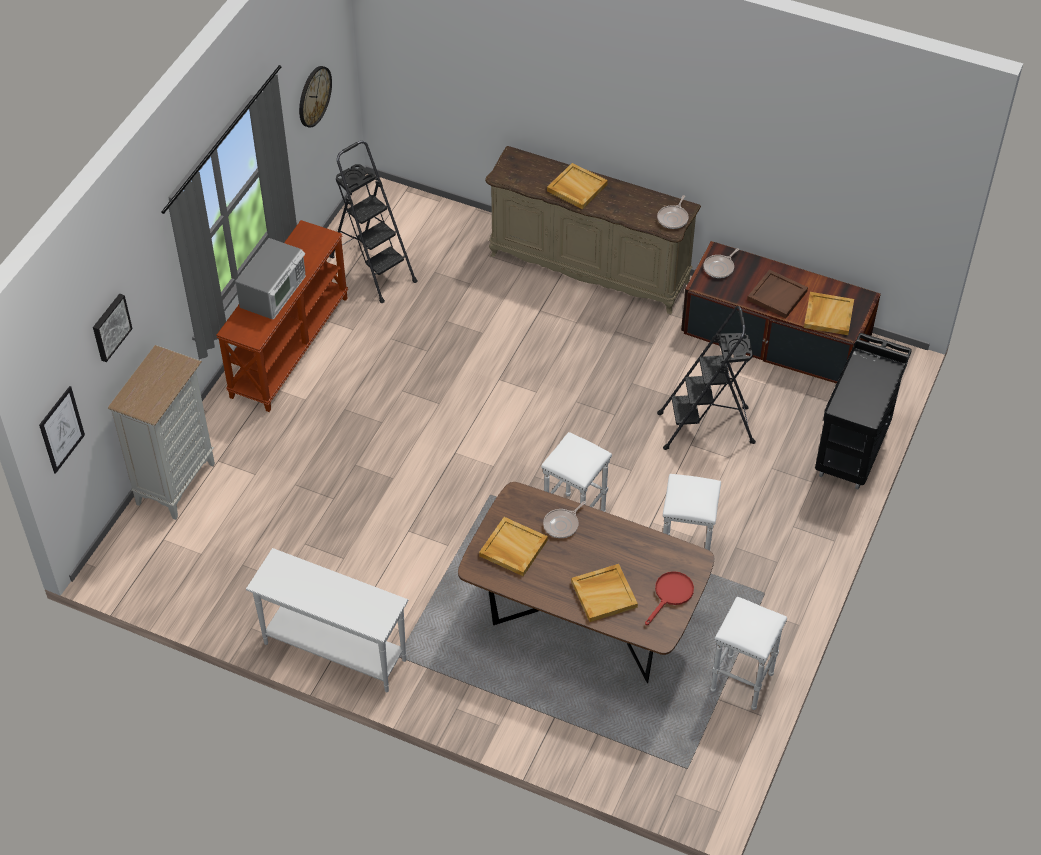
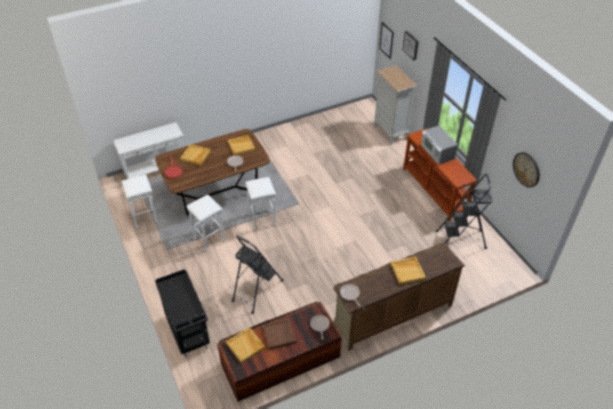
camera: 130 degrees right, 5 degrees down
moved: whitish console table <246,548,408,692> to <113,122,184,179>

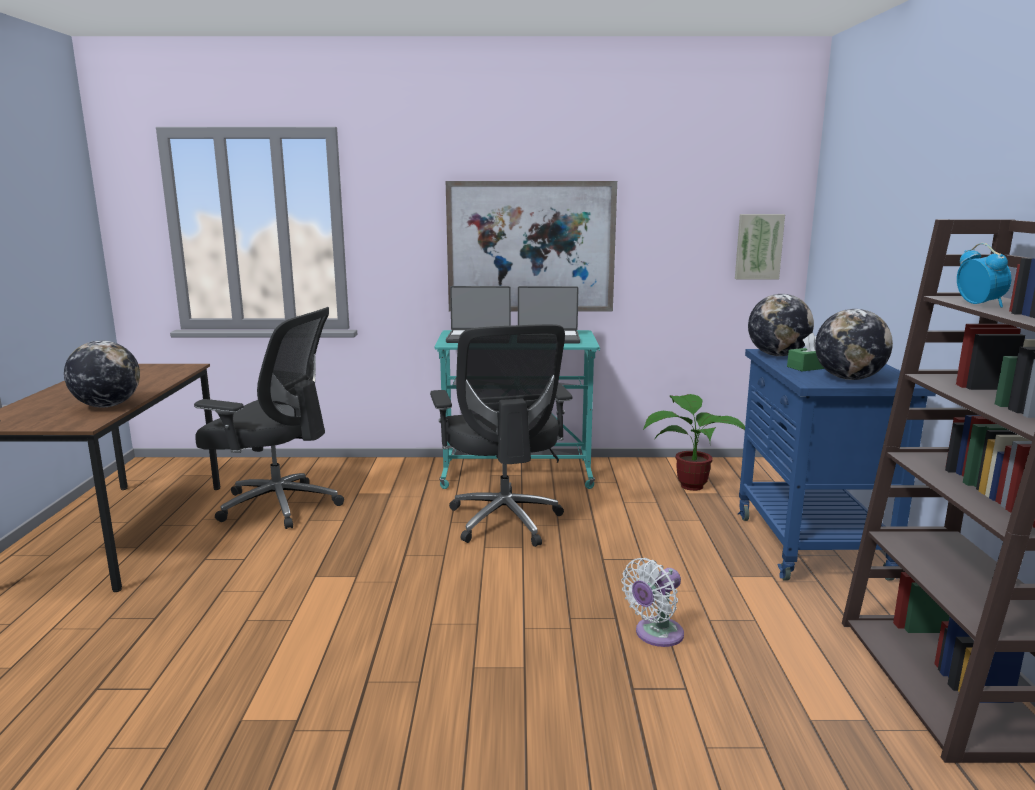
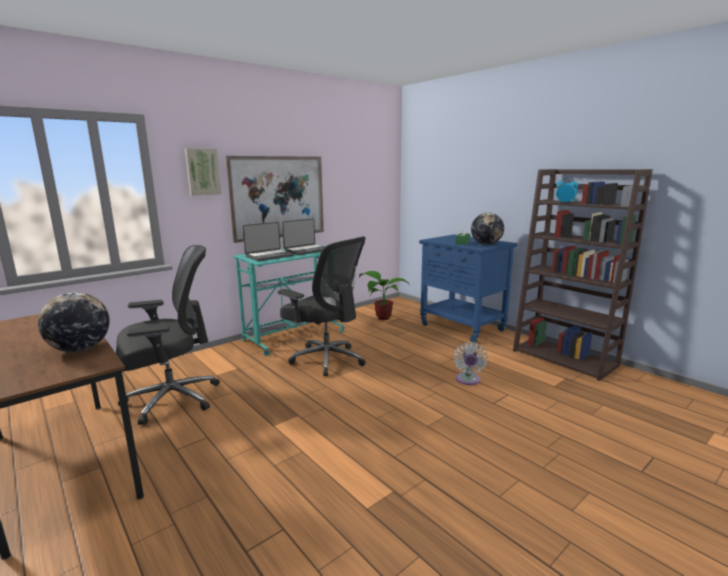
camera: 40 degrees left, 0 degrees up
removed: world globe <748,294,814,356>
moved: wall picture <735,214,785,279> to <185,148,221,196>

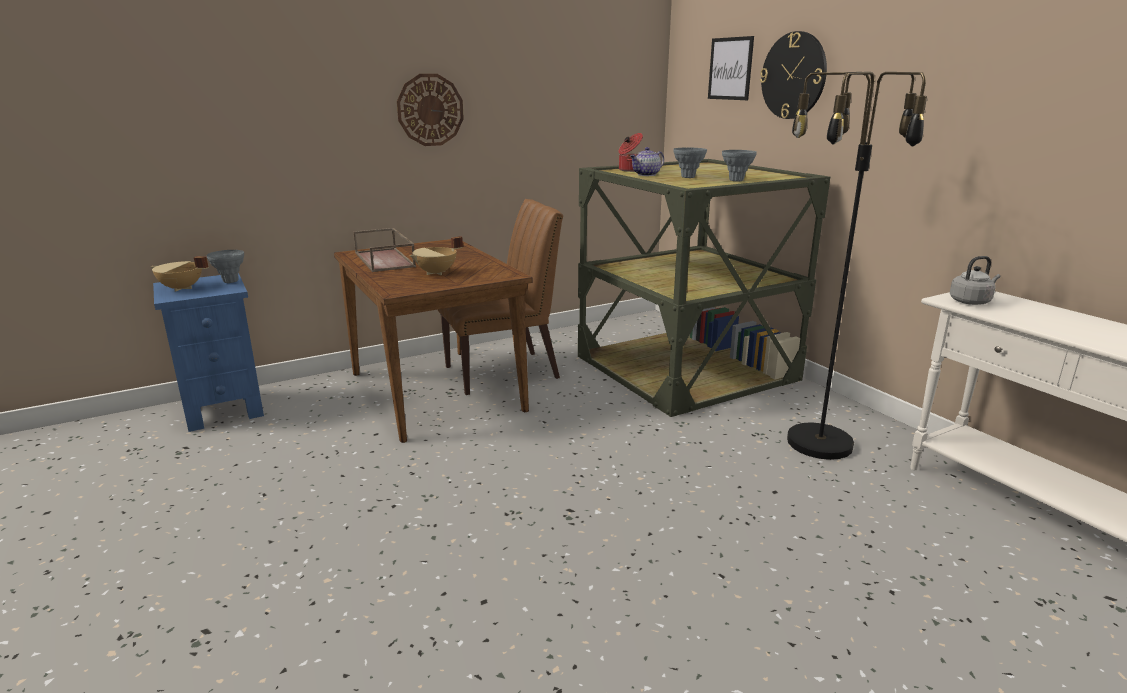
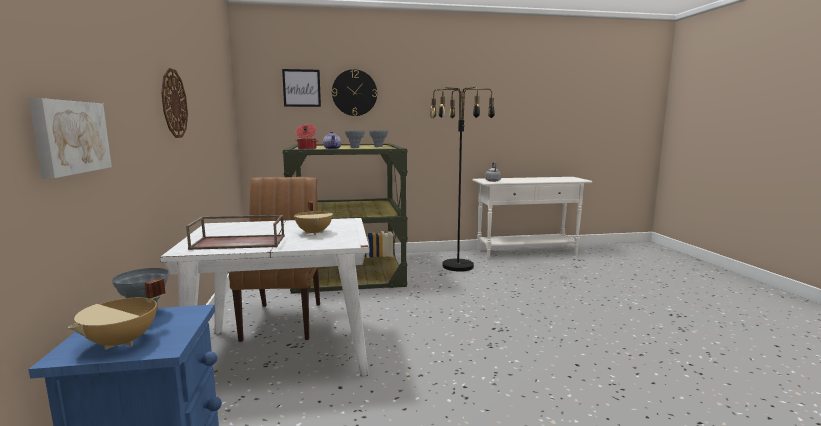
camera: 70 degrees left, 10 degrees down
added: wall picture <29,98,112,178>
recoloured: brownish kitchen table <334,239,532,443> to whitish kitchen table <160,218,370,376>

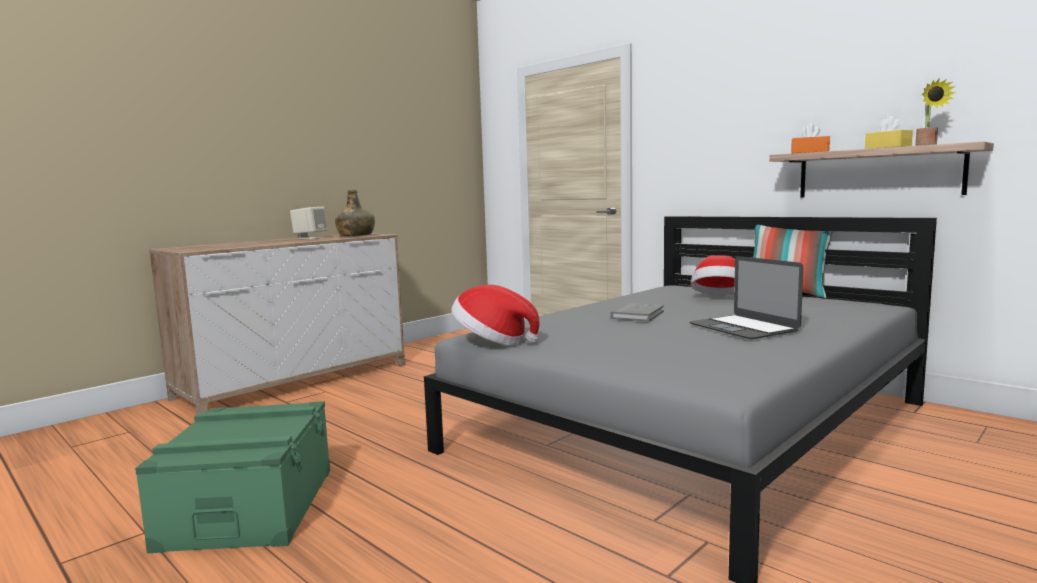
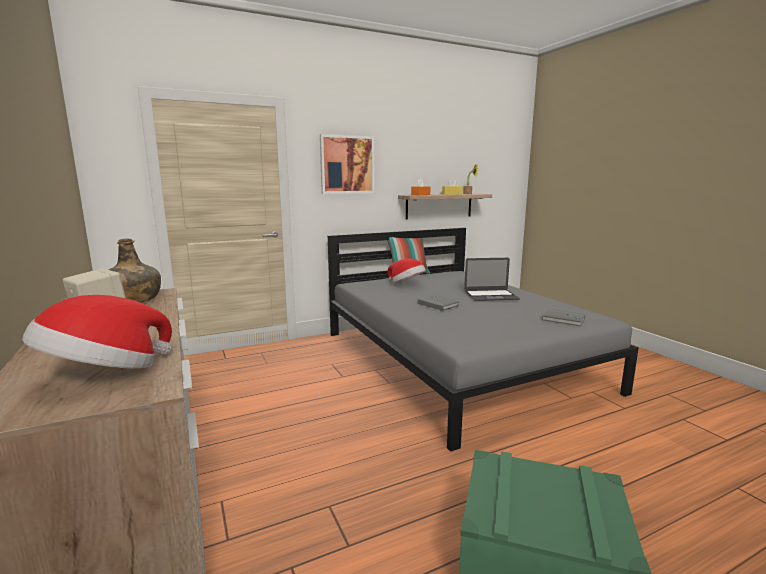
camera: 70 degrees left, 5 degrees up
added: wall picture <320,134,374,194>; greyish bound book <542,309,585,326>
moved: wearable hat <451,285,539,346> to <22,295,172,369>

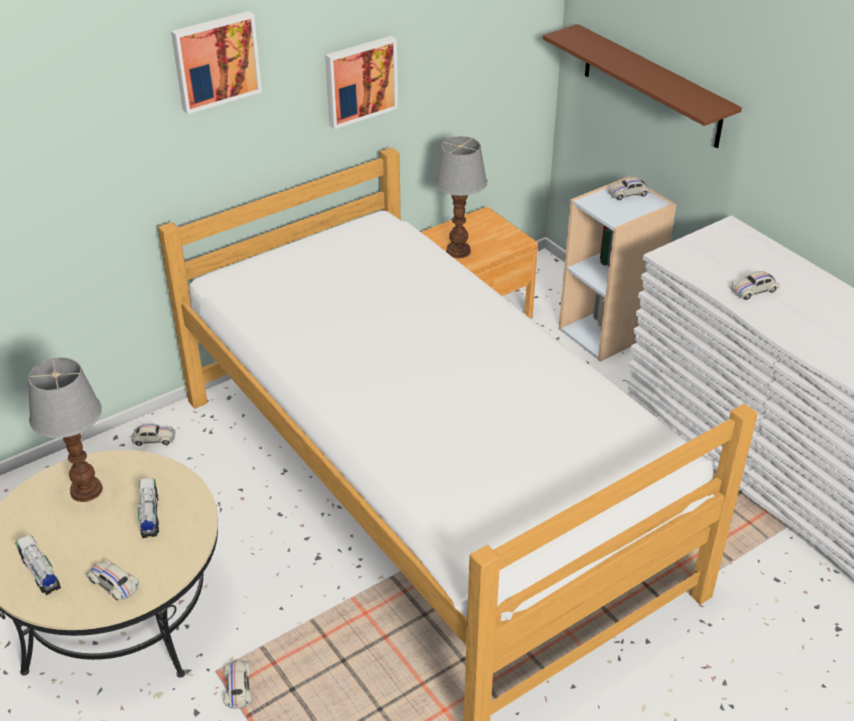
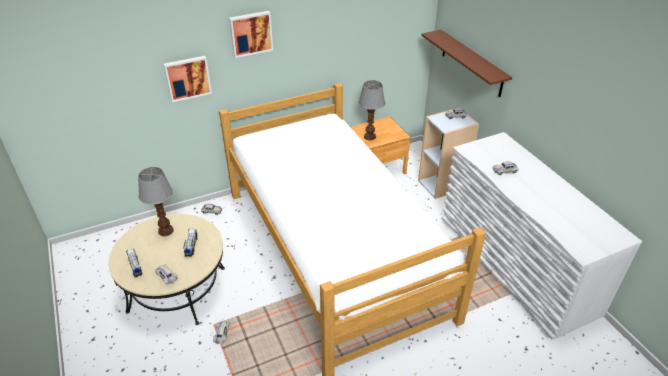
camera: 10 degrees right, 0 degrees up
moved: wall picture <325,36,398,129> to <164,56,212,102>

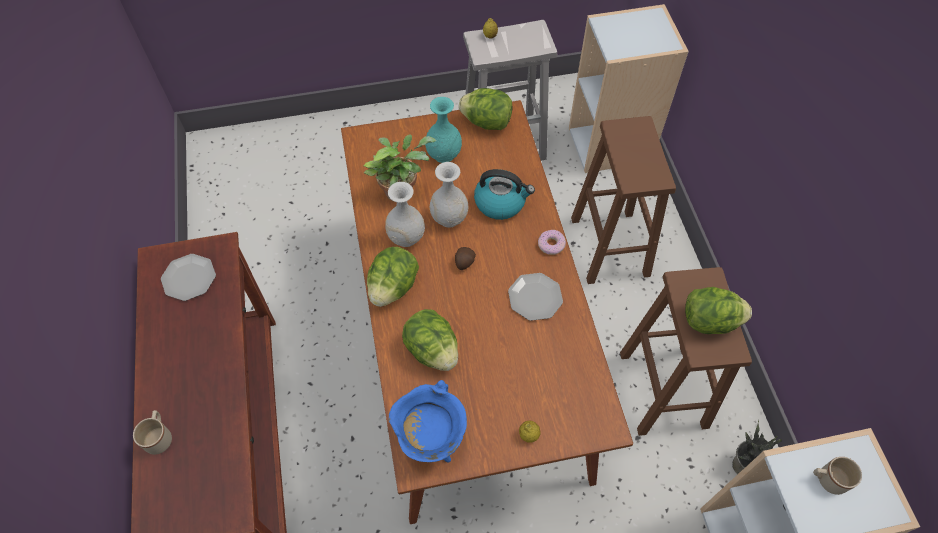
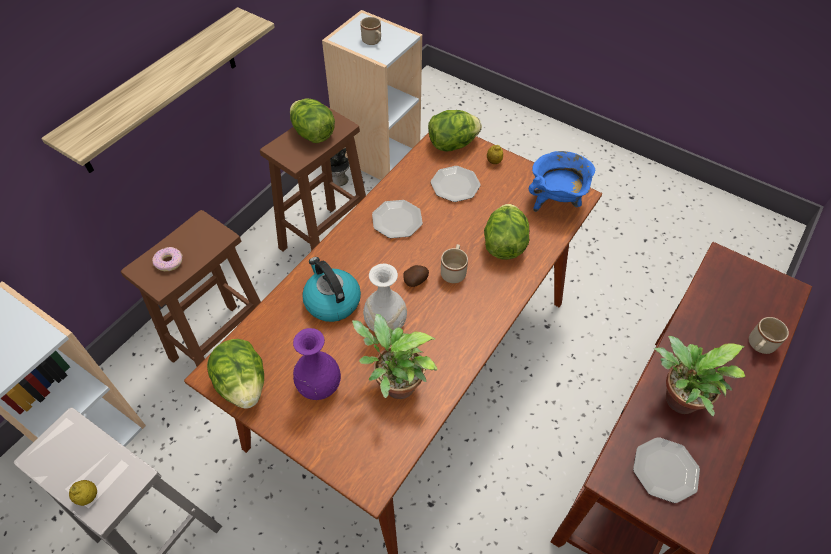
camera: 135 degrees left, 5 degrees down
removed: whitish vase <385,182,425,247>
added: bracket shelf <41,7,275,173>; flat dish <431,166,481,202>; beige mug <441,244,468,283>; potted plant <654,336,745,416>
moved: lettuce head <367,247,419,307> to <428,110,482,151>; donut <538,230,566,255> to <152,247,183,271>
recoloured: blue-green vase <425,97,462,163> to purple vase <293,328,341,400>

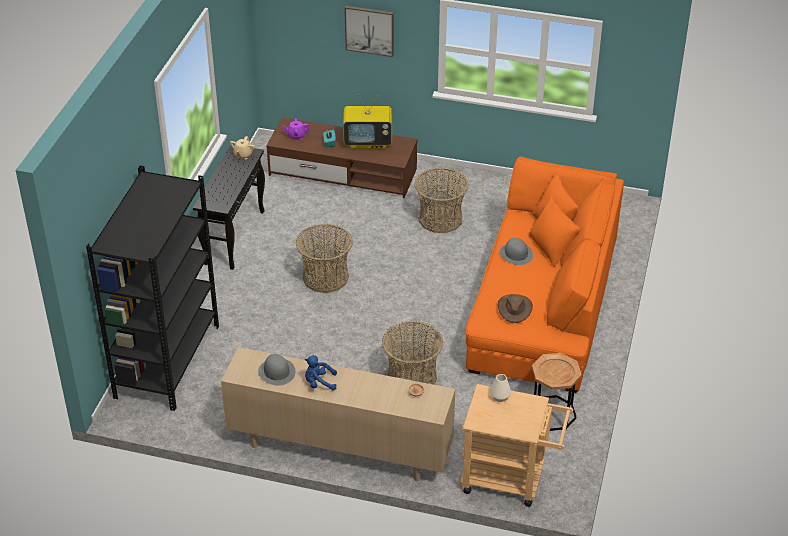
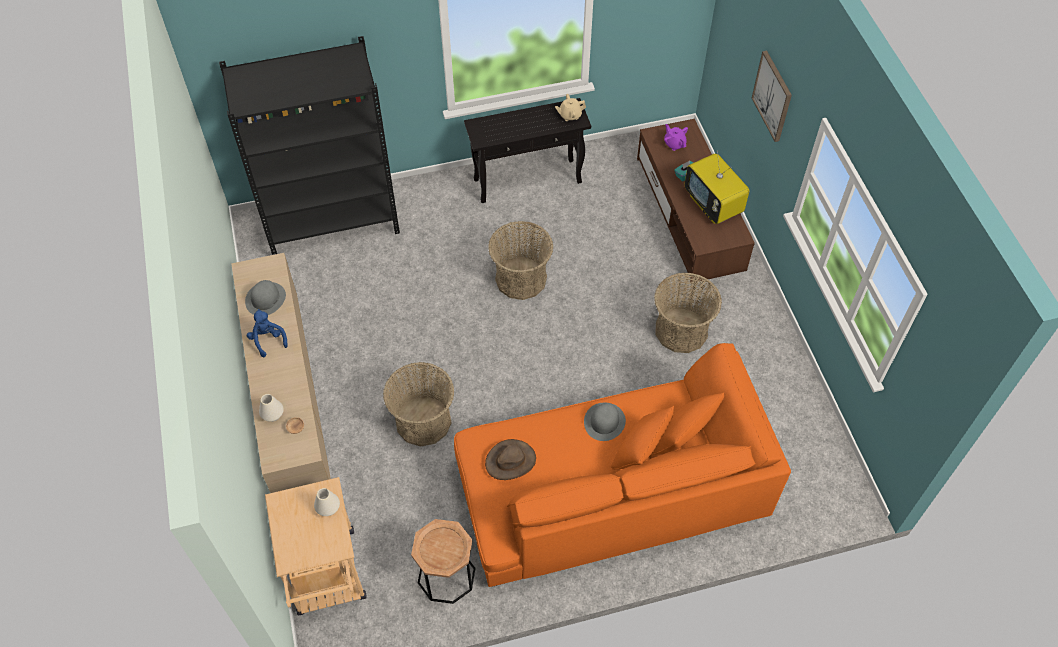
camera: 60 degrees right, 15 degrees up
added: whitish vase <259,394,284,422>

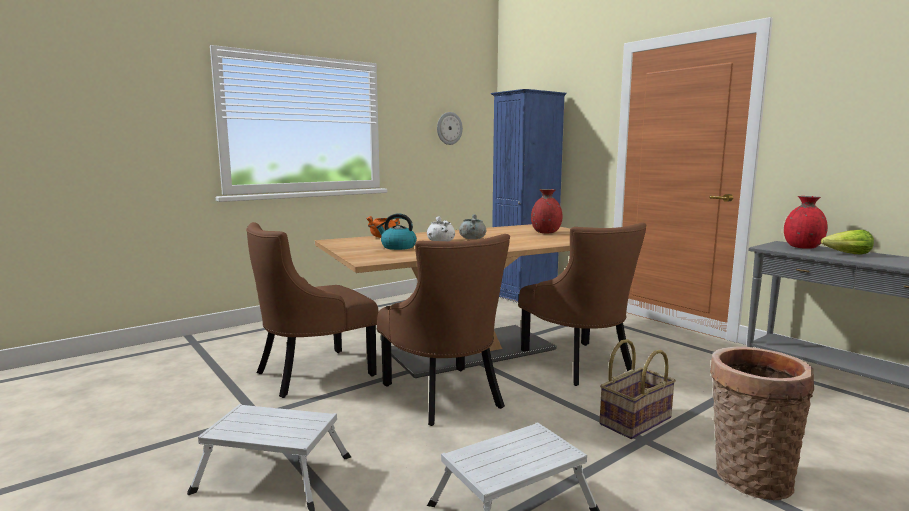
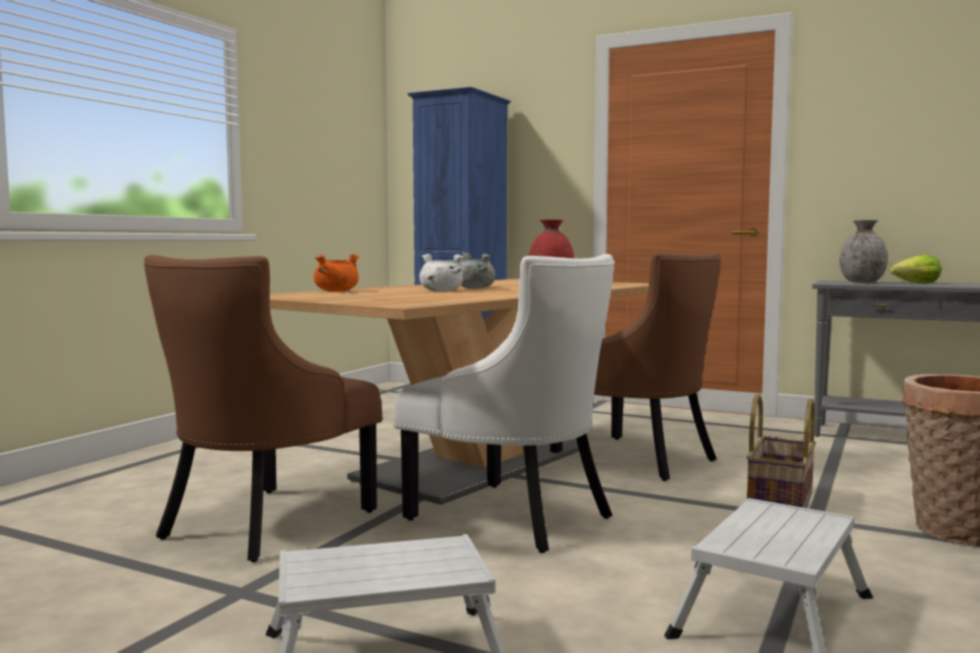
camera: 25 degrees left, 5 degrees down
removed: water kettle <376,213,417,250>; wall clock <437,112,463,145>
recoloured: brownish plain chair <377,234,510,426> to whitish plain chair <393,254,615,553>; red-coloured vase <784,196,828,249> to greyish vase <840,220,888,283>

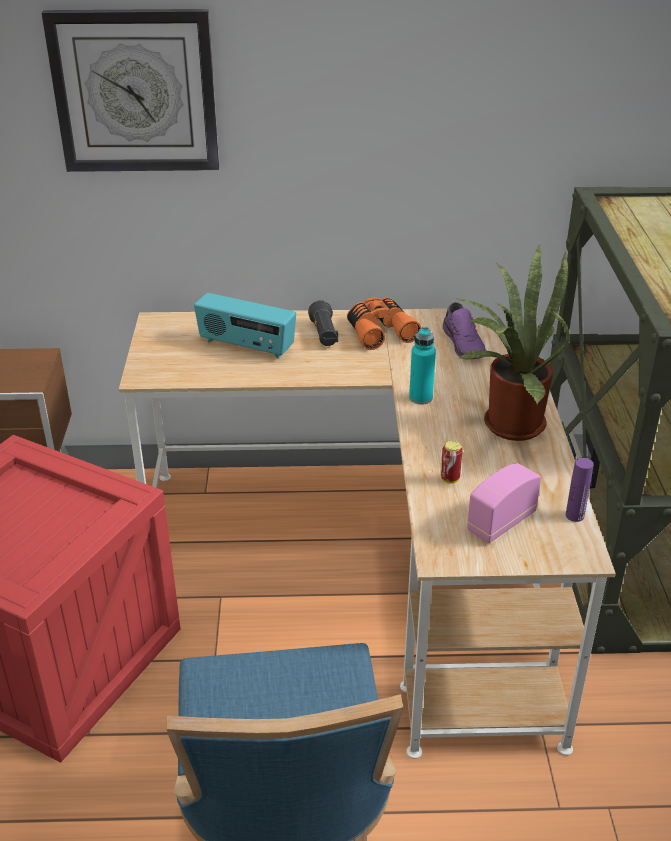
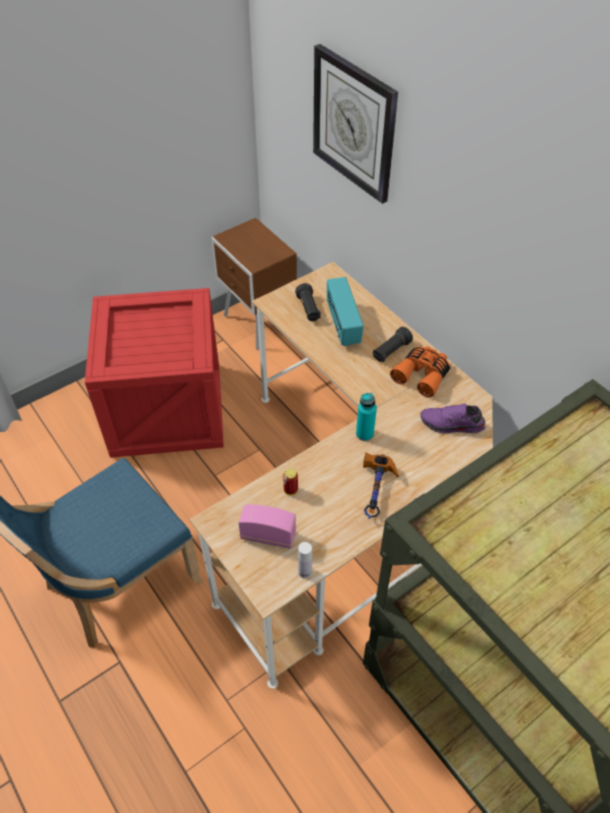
camera: 55 degrees right, 15 degrees up
added: blackish hand torch <295,283,321,321>
replaced: potted plant <456,246,570,441> to hammer <363,452,399,519>
recoloured: purple bottle <566,458,594,522> to whitish bottle <298,542,312,579>
turned: purple shoe <442,302,486,360> = <420,403,486,433> 60 degrees clockwise

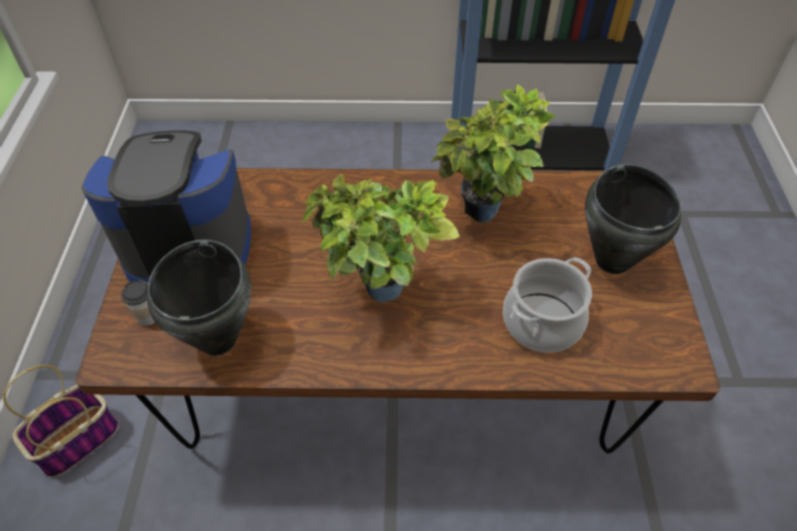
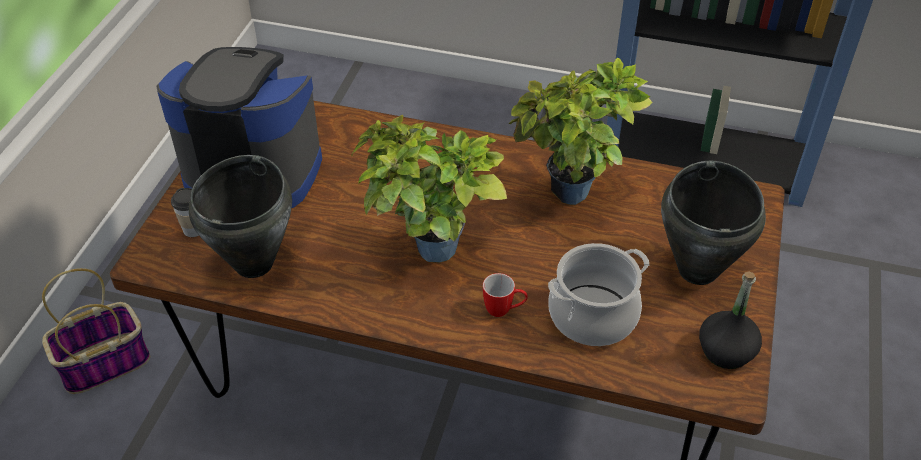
camera: 15 degrees right, 5 degrees down
added: mug <483,273,528,317>; blackish bottle <699,271,762,369>

